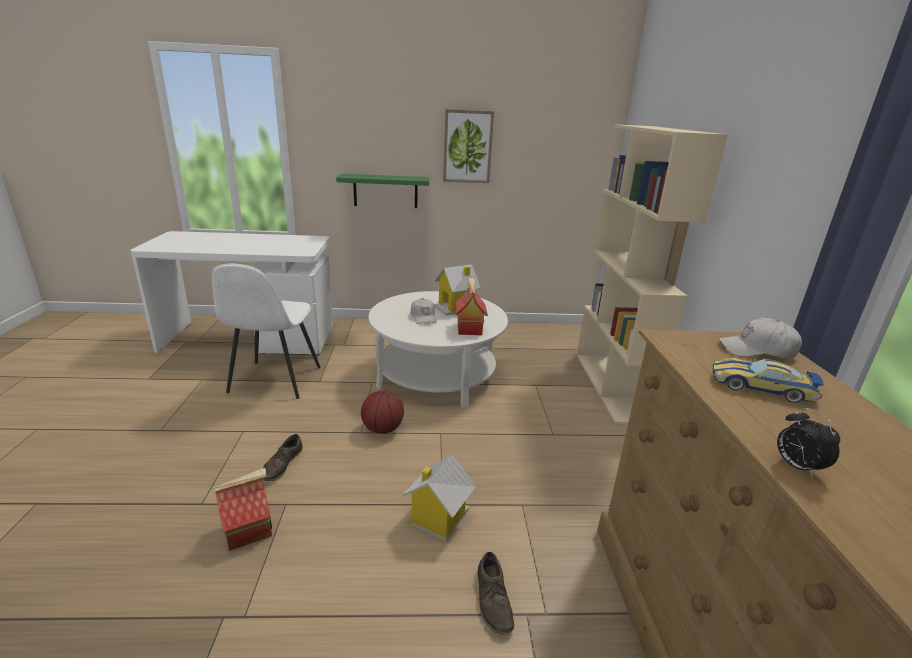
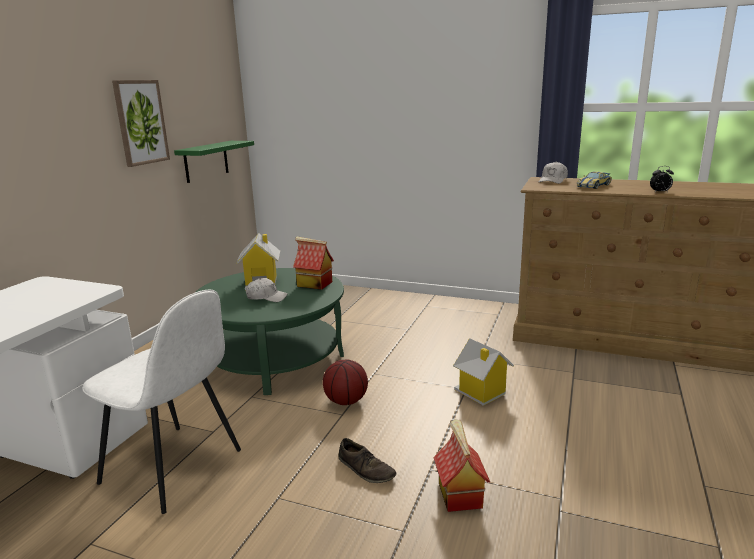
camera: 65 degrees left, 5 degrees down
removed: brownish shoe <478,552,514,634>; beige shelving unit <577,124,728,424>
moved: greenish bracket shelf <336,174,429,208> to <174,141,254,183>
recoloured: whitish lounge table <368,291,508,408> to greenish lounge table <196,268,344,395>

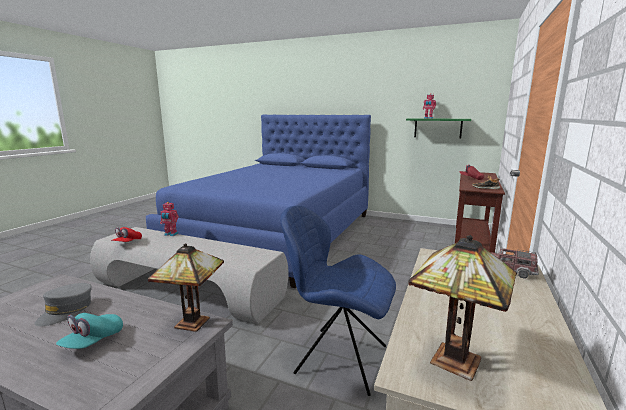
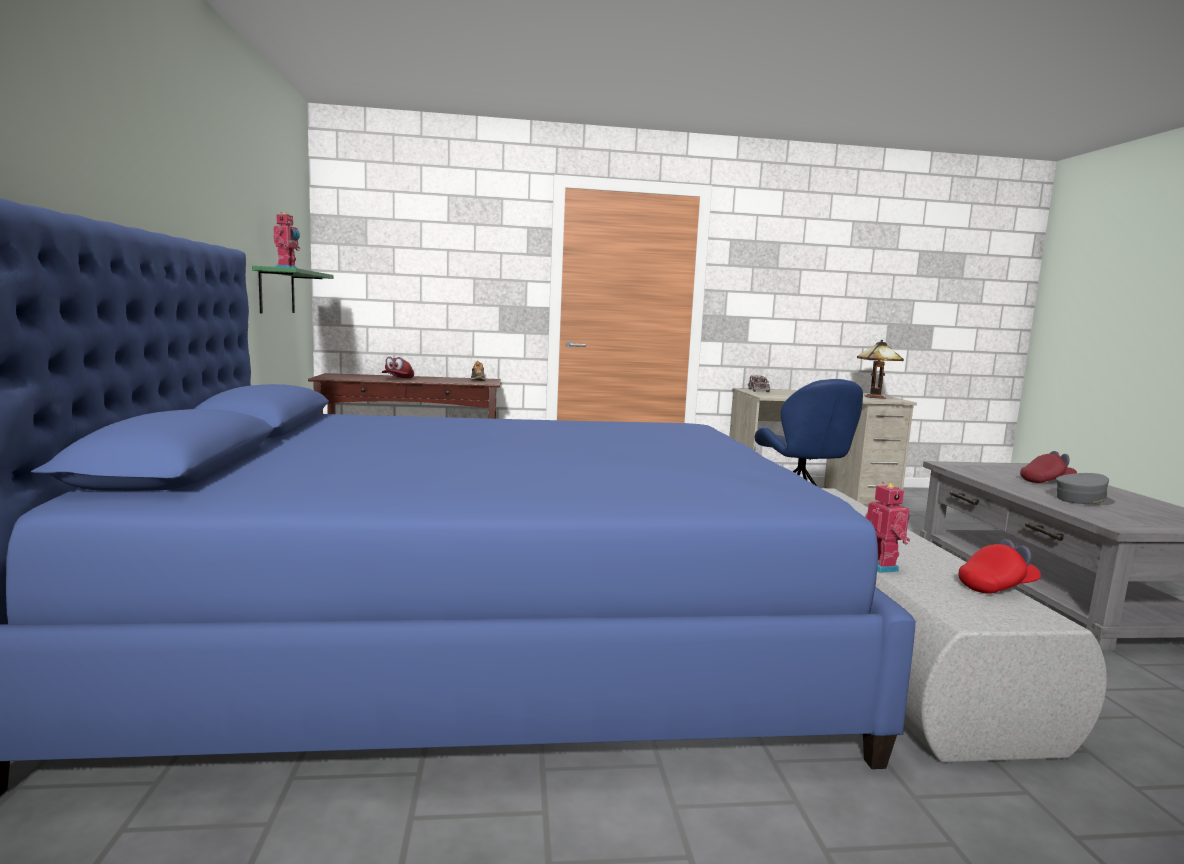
camera: 120 degrees left, 5 degrees down
removed: tabletop lamp <148,243,224,332>
recoloured: blue-green peaked cap <56,313,123,349> to red-coloured peaked cap <1020,451,1077,483>

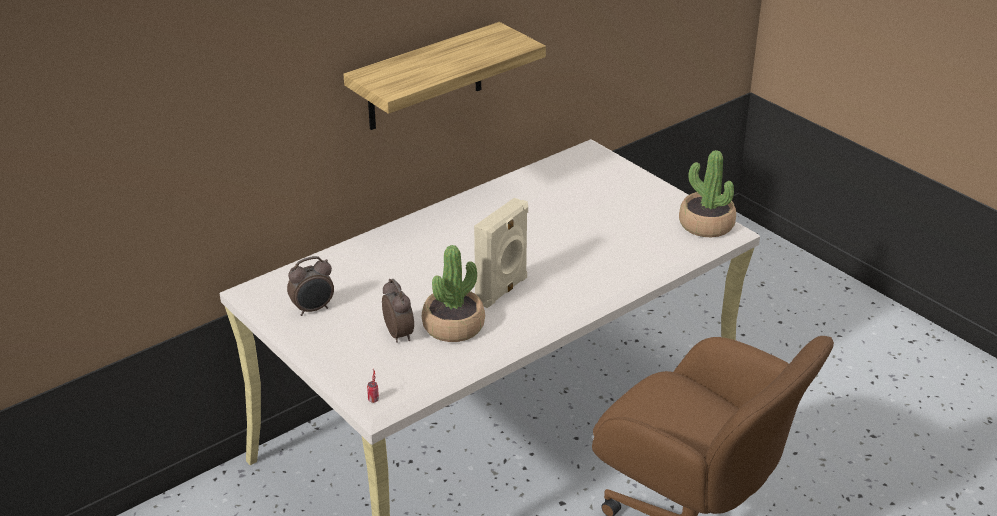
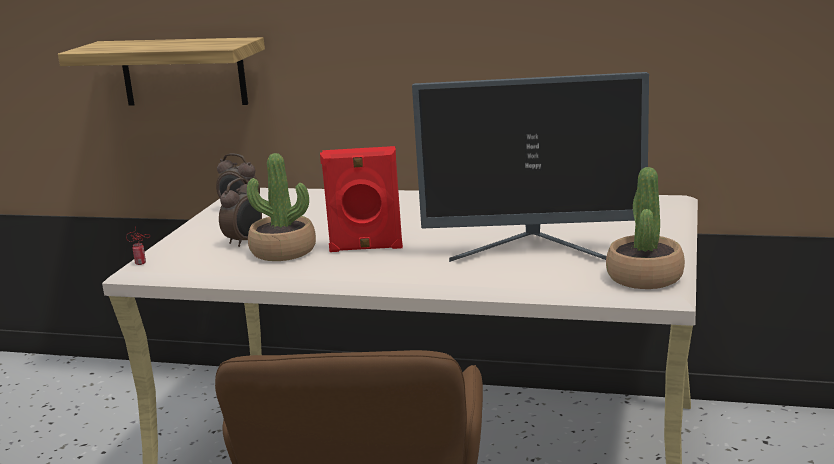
camera: 55 degrees right, 15 degrees down
added: monitor <412,72,649,262>
moved: bracket shelf <343,22,546,130> to <58,37,265,106>
recoloured: beige speaker <474,197,528,308> to red-coloured speaker <320,146,403,252>

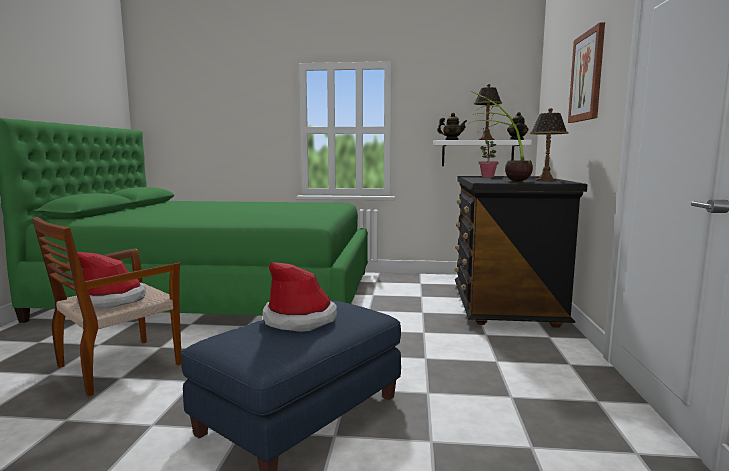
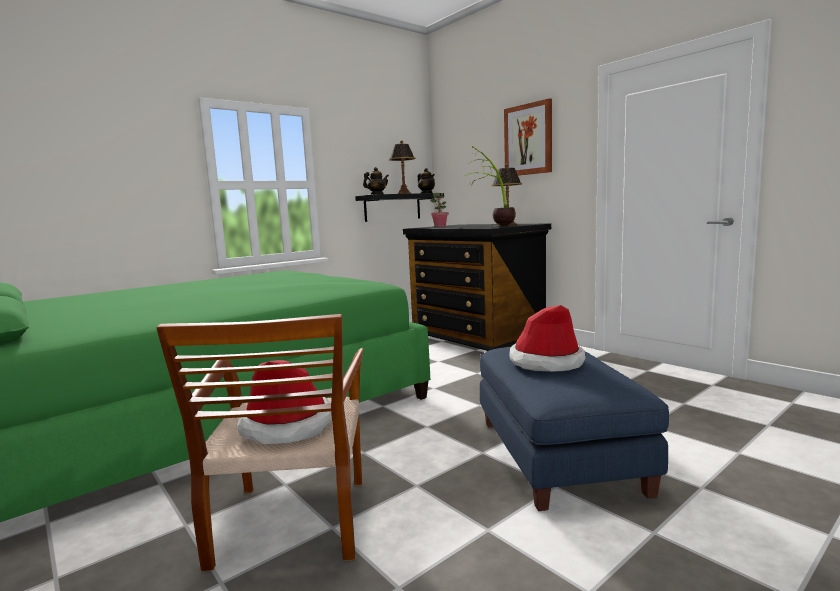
camera: 45 degrees left, 0 degrees up
recoloured: whitish bracket shelf <433,140,532,166> to blackish bracket shelf <355,193,444,222>

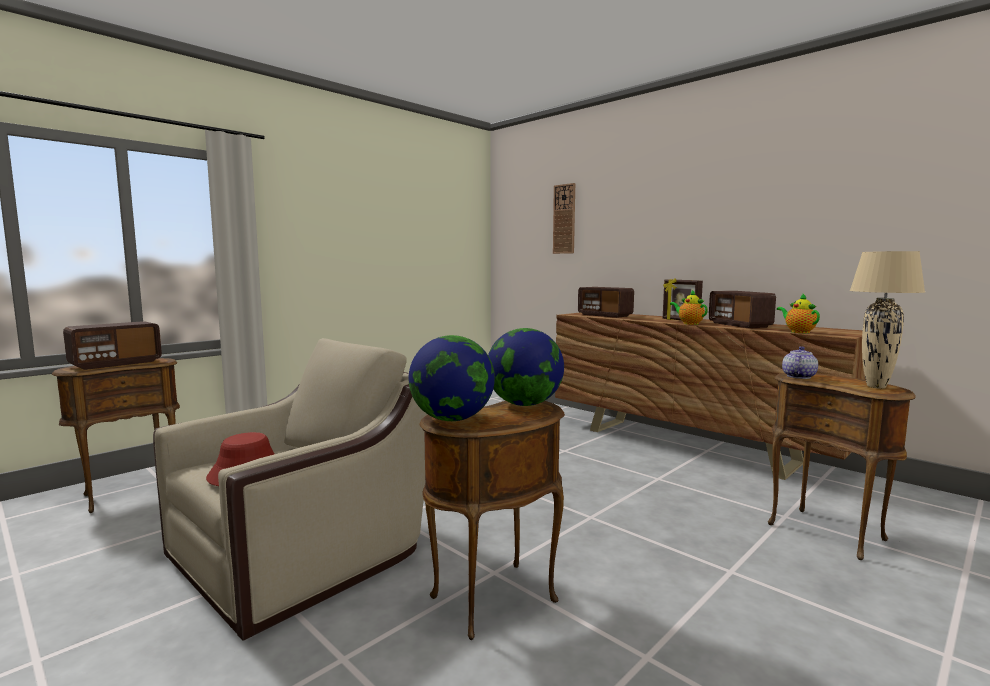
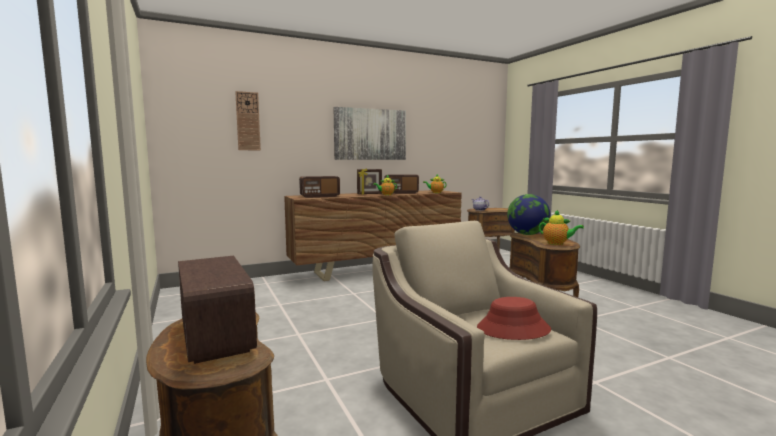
camera: 70 degrees left, 0 degrees up
removed: beige tabletop lamp <849,251,925,389>
added: wall picture <333,107,406,160>
replaced: world globe <408,335,495,421> to teapot <539,210,584,245>

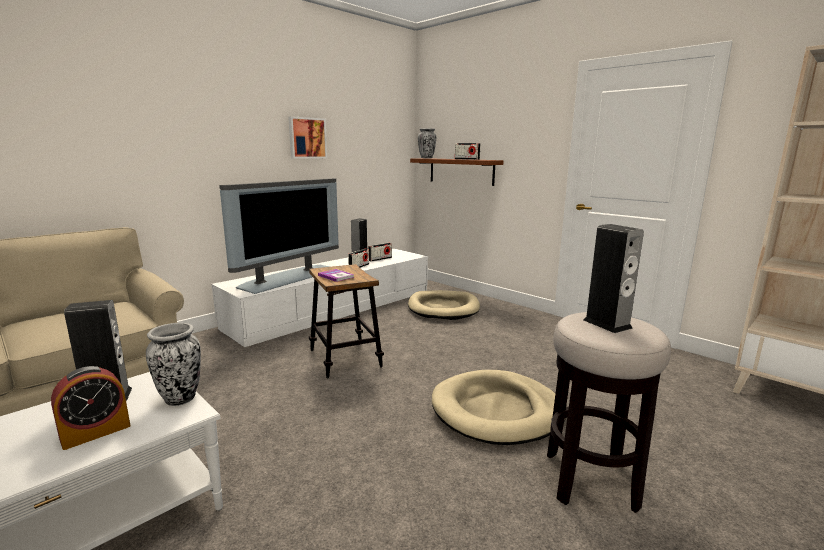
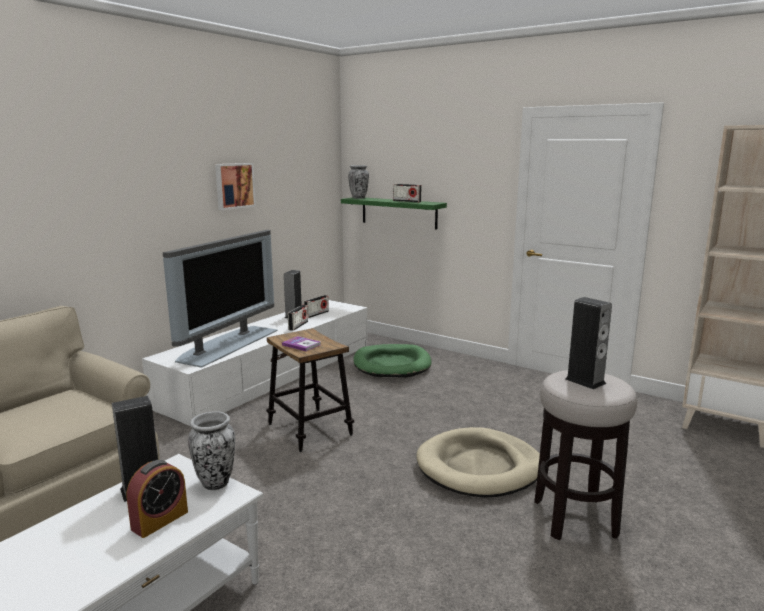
camera: 10 degrees left, 0 degrees up
recoloured: beige dog bed <408,290,480,320> to greenish dog bed <353,344,432,378>; brownish bracket shelf <410,158,504,186> to greenish bracket shelf <341,197,447,229>

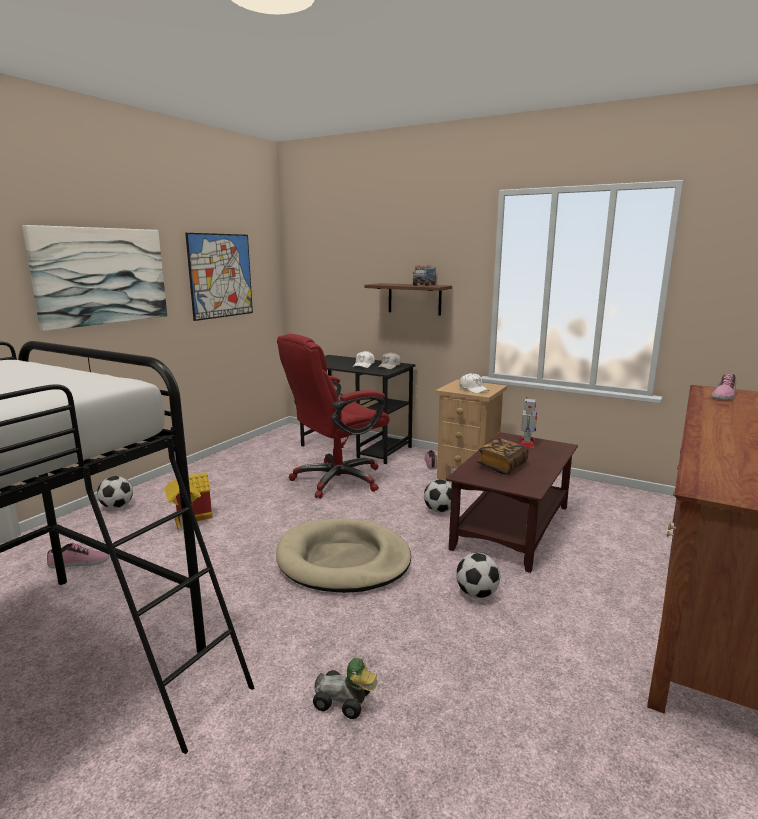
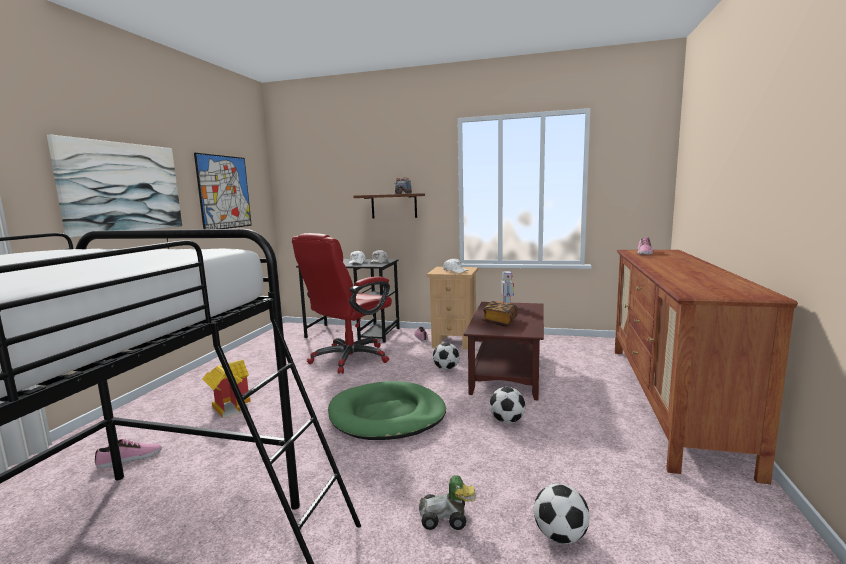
camera: 15 degrees left, 5 degrees down
moved: football ball <97,476,133,509> to <534,484,590,544>
recoloured: beige dog bed <276,518,411,593> to greenish dog bed <328,381,446,440>

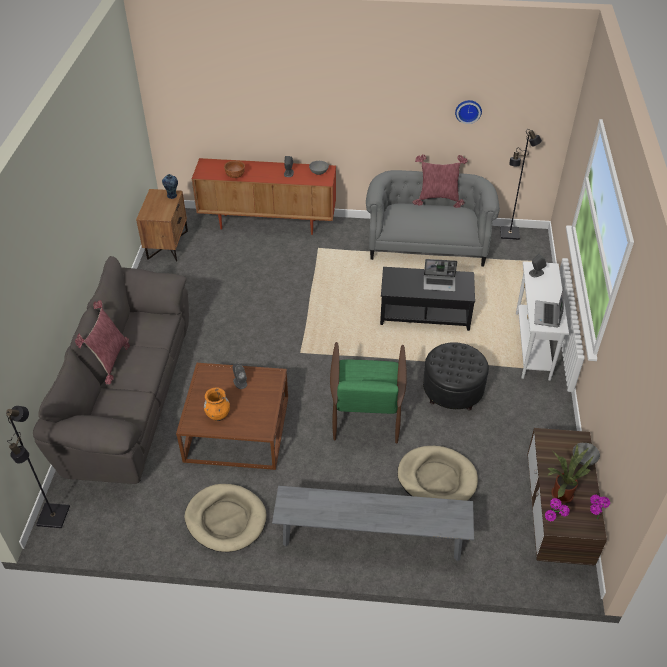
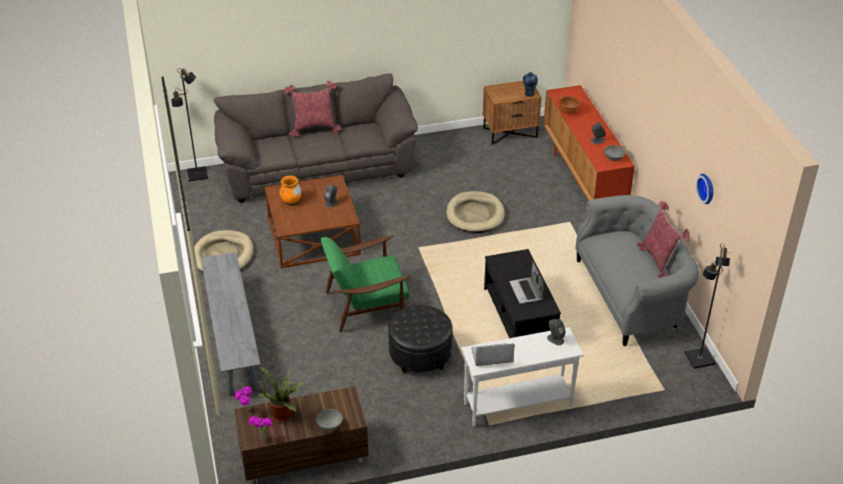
camera: 70 degrees right, 5 degrees down
moved: beige dog bed <397,446,478,501> to <446,191,505,233>

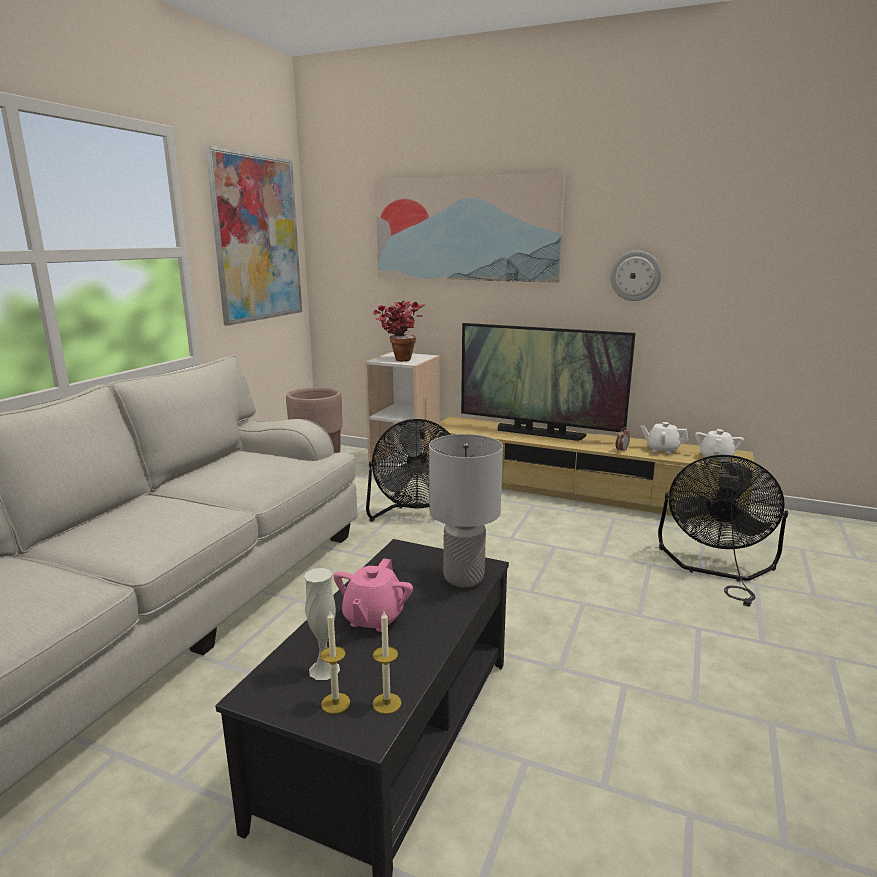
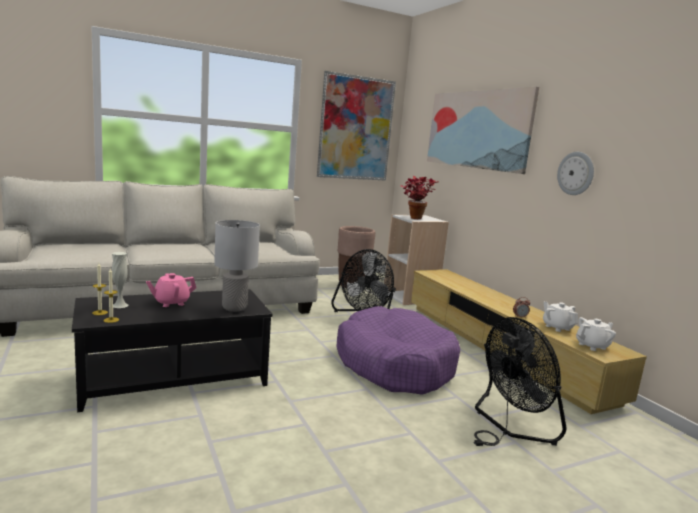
camera: 40 degrees right, 5 degrees down
removed: TV set <461,323,636,441>
added: purple dog bed <337,306,460,395>

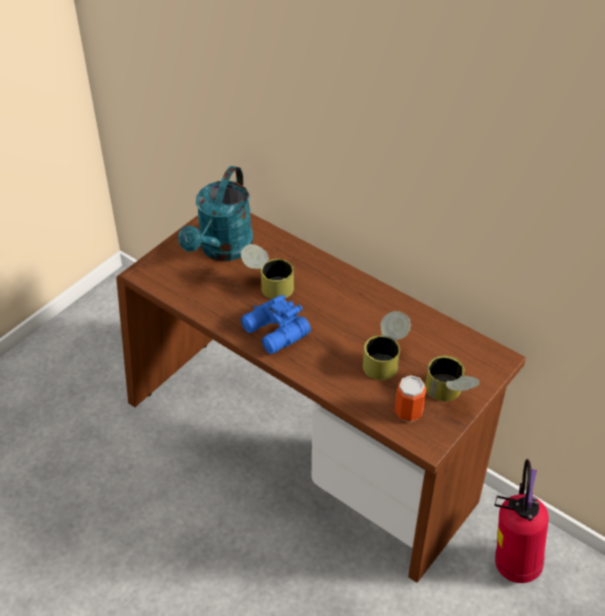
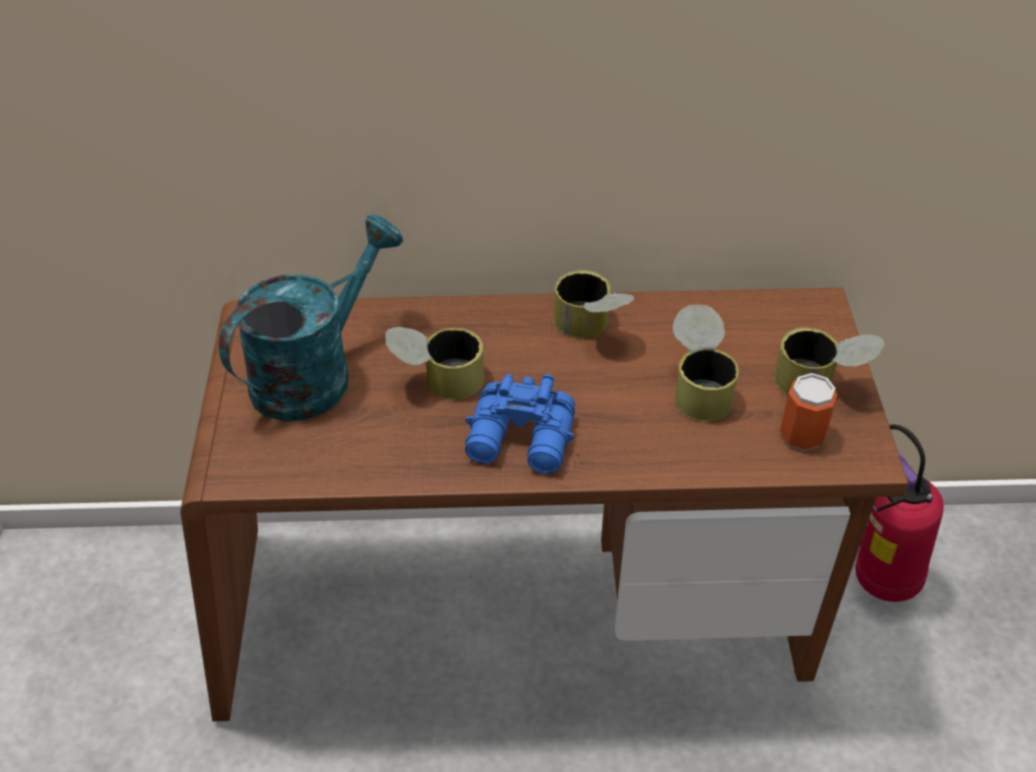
camera: 40 degrees left, 0 degrees up
added: can <554,270,634,339>
turned: blue-green watering can <178,166,253,261> = <219,215,403,421> 120 degrees counterclockwise

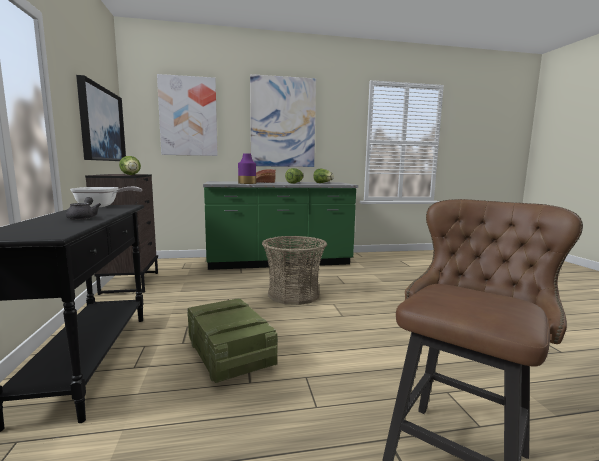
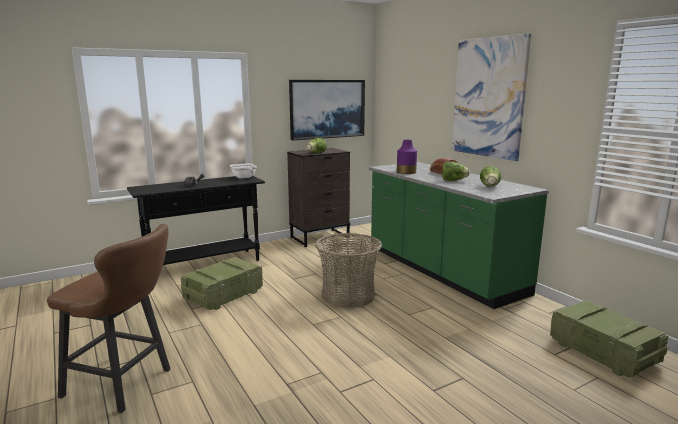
camera: 70 degrees right, 5 degrees up
removed: wall picture <157,74,218,156>
added: packing crate <550,300,668,378>

